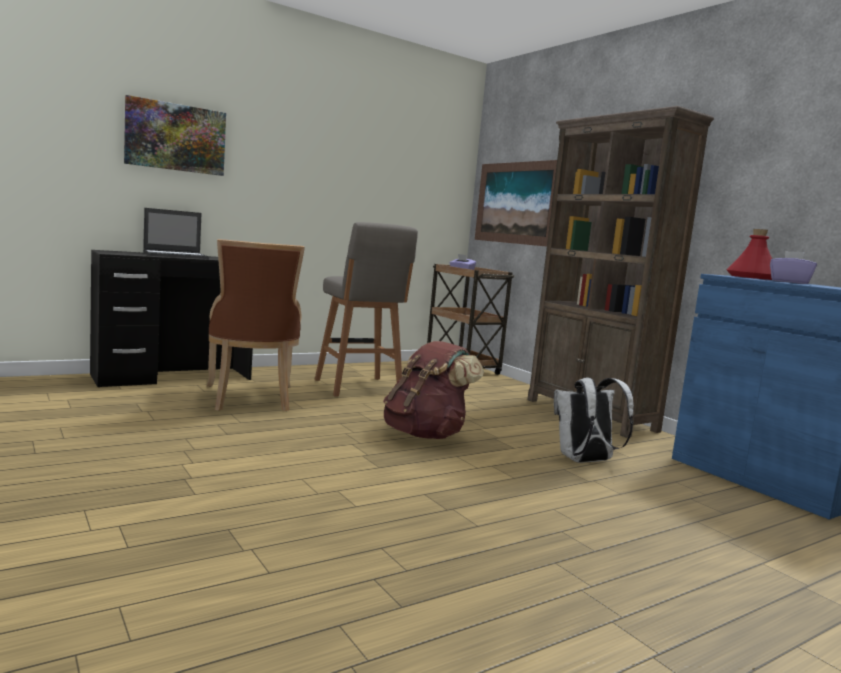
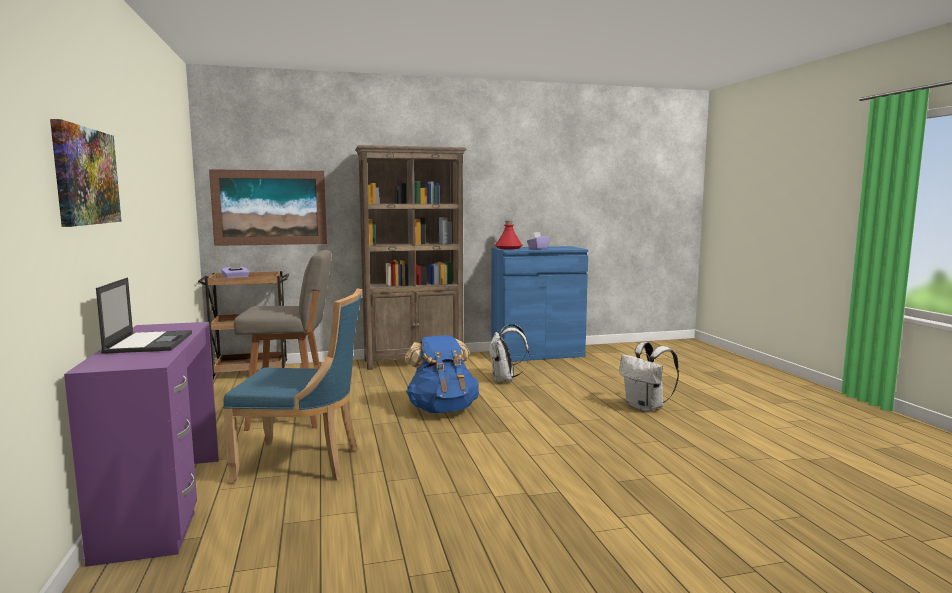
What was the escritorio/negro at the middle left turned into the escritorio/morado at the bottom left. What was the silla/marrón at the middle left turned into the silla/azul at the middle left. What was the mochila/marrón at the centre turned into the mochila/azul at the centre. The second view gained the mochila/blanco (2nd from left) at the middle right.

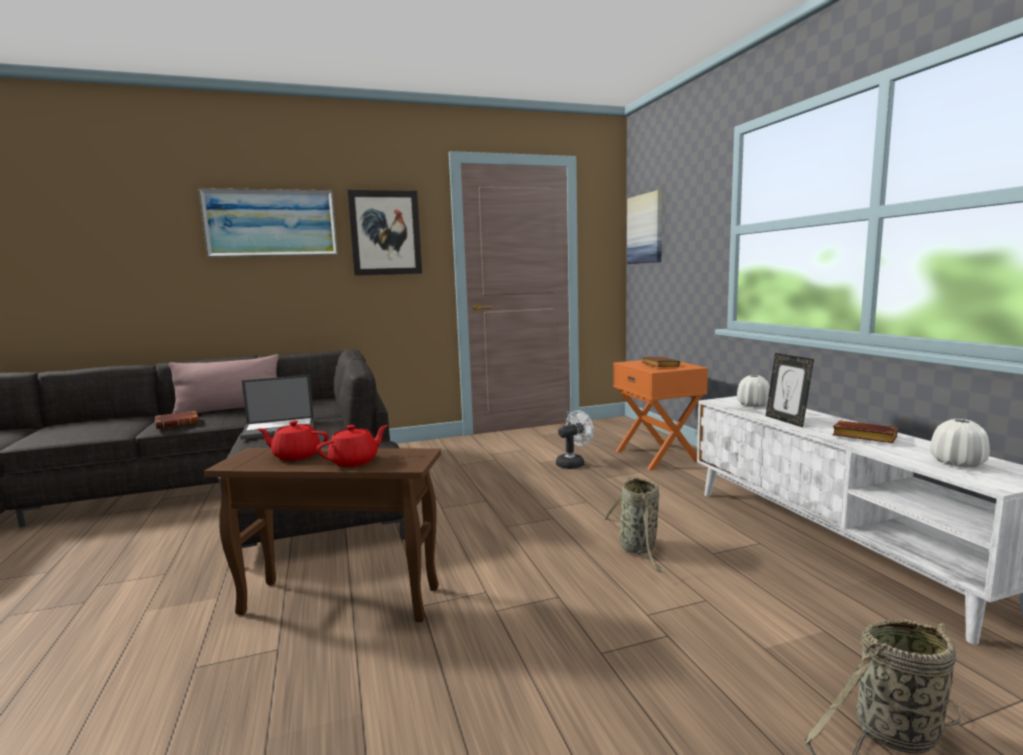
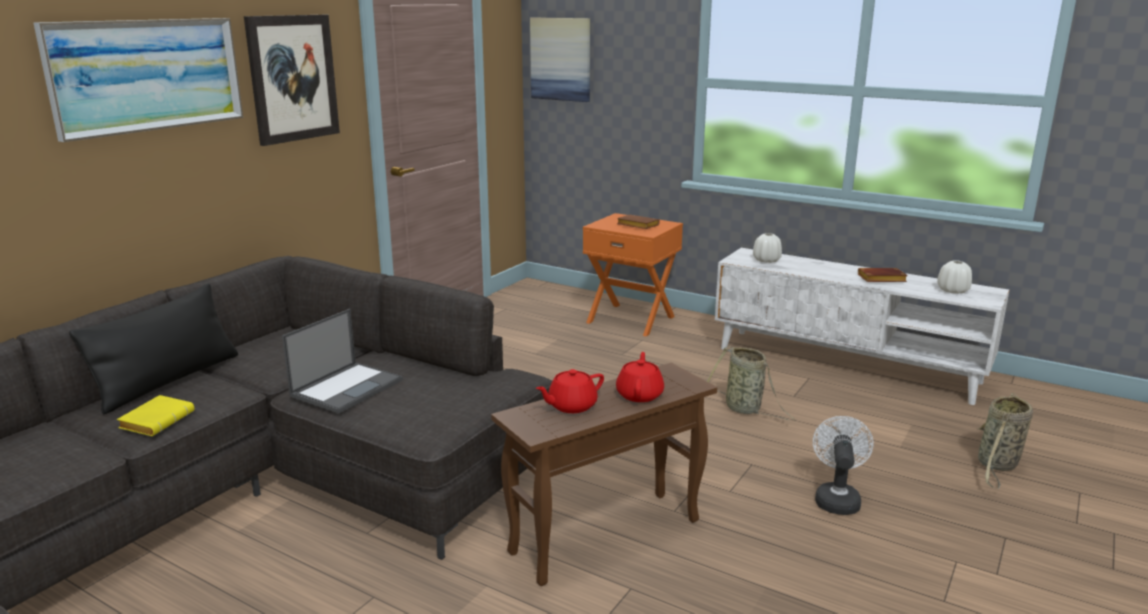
What was the cojín/rosa at the middle left turned into the cojín/negro at the middle left. What was the libro/marrón (1st from left) at the middle left turned into the libro/amarillo at the bottom left. The ventilador/blanco ended up elsewhere, having gone from the centre to the bottom right. The second view lost the portarretratos at the middle right.

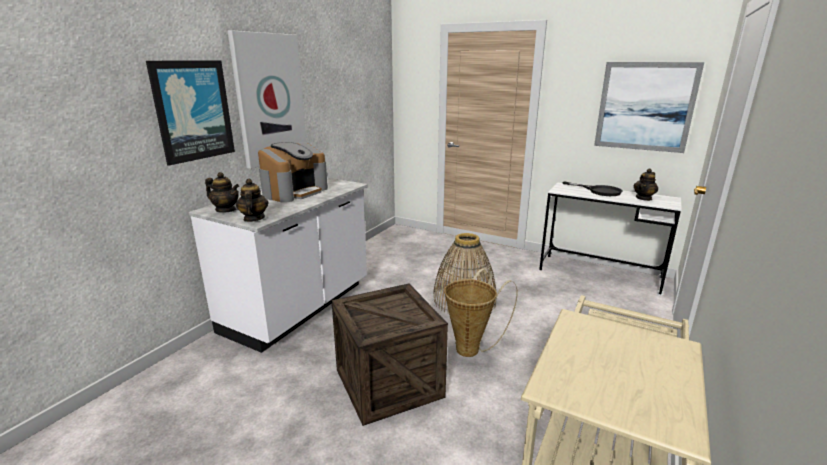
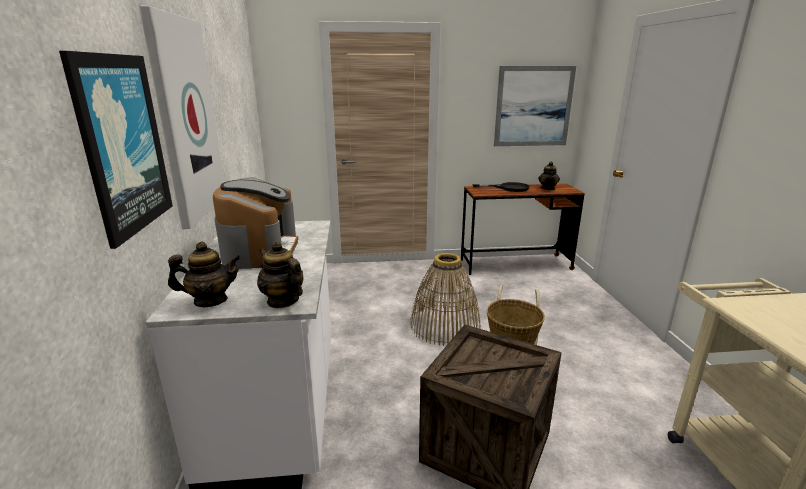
What was the escritorio/blanco at the middle right turned into the escritorio/marrón at the centre.

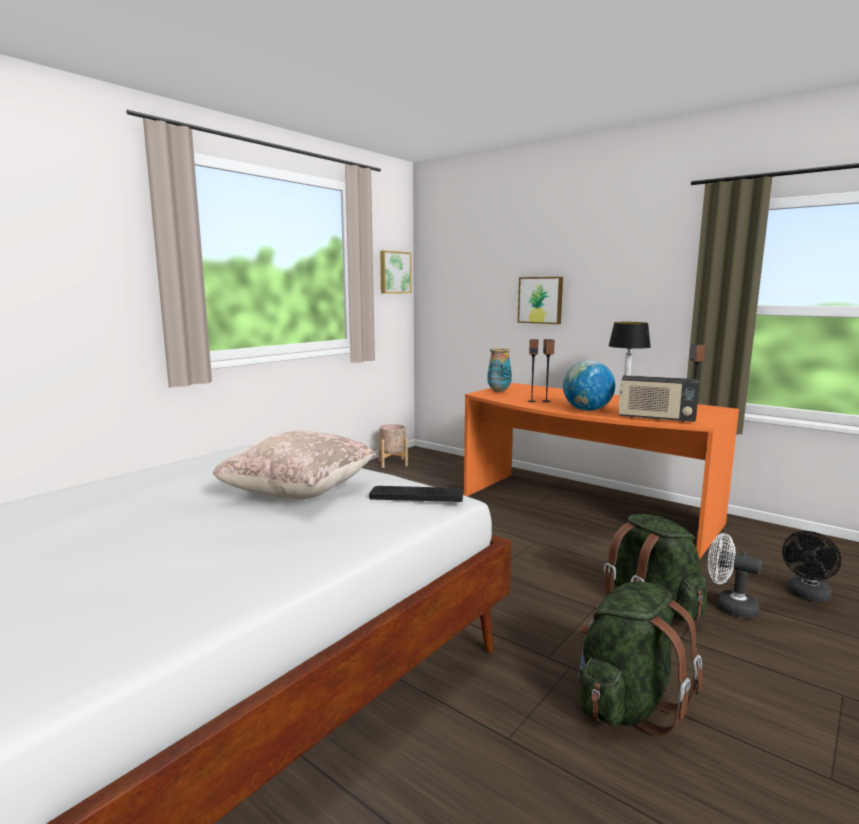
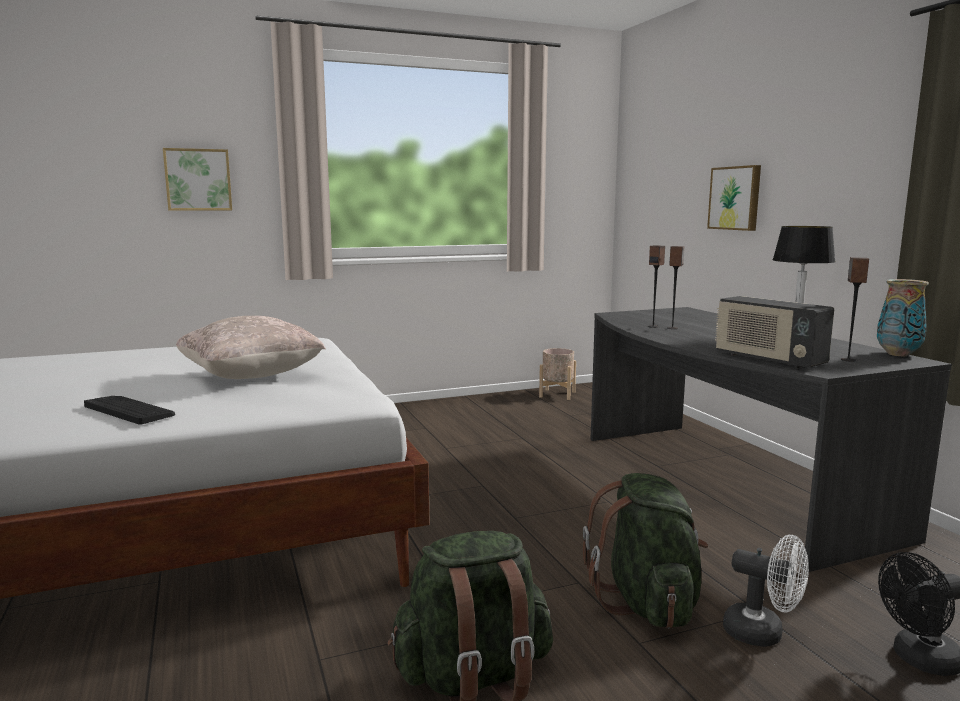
The teclado ended up elsewhere, having gone from the centre to the middle left. The cuadro (1st from left) ended up elsewhere, having gone from the top centre to the top left. What was the escritorio/naranja at the middle right turned into the escritorio/gris at the middle right. The ventilador/blanco at the bottom right ended up facing another way, 150 degrees clockwise from before. The florero ended up elsewhere, having gone from the centre to the middle right. The second view lost the globo terráqueo at the middle right.

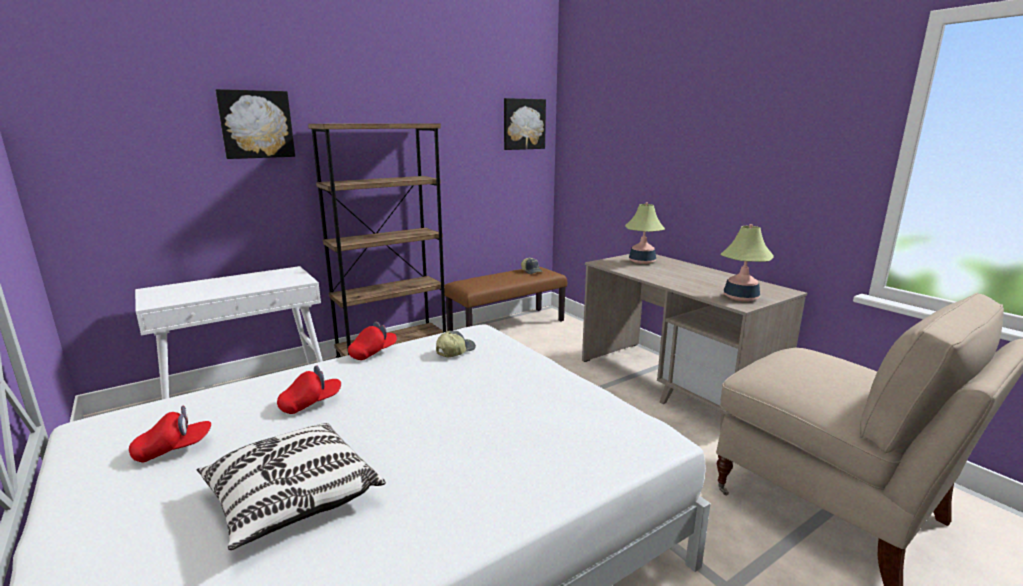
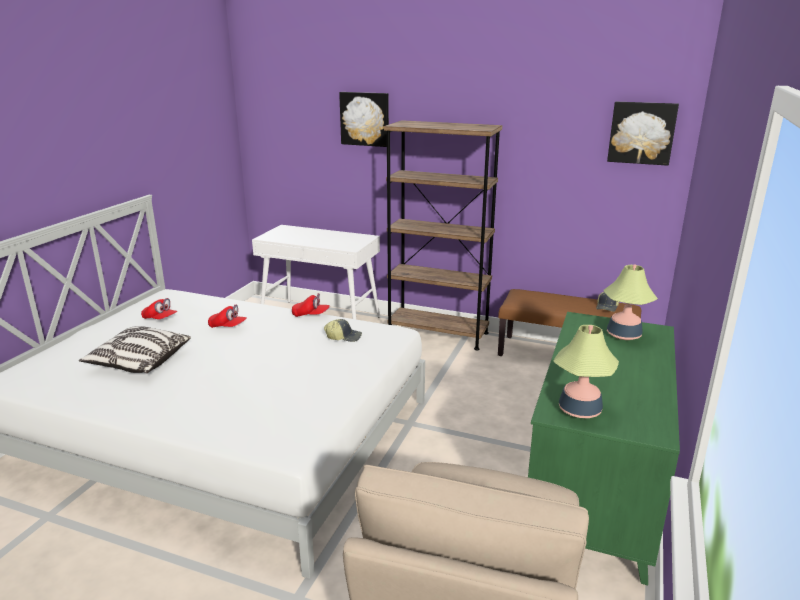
What was the escritorio/beis at the middle right turned into the escritorio/verde at the bottom right.

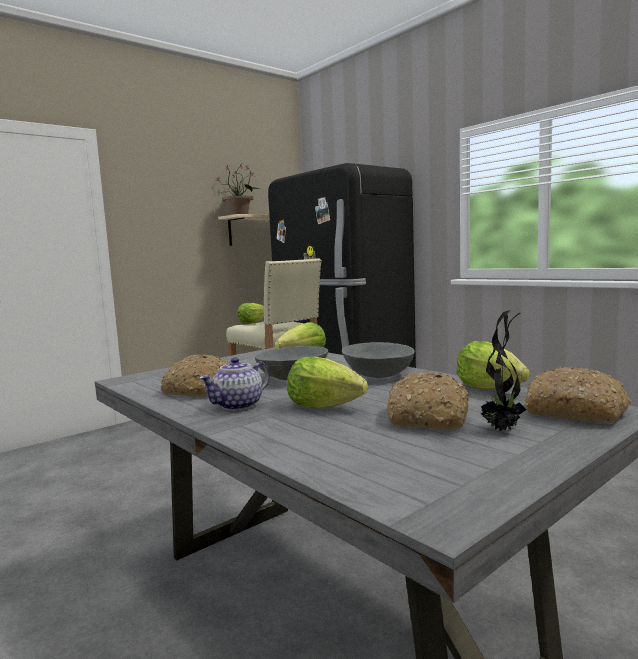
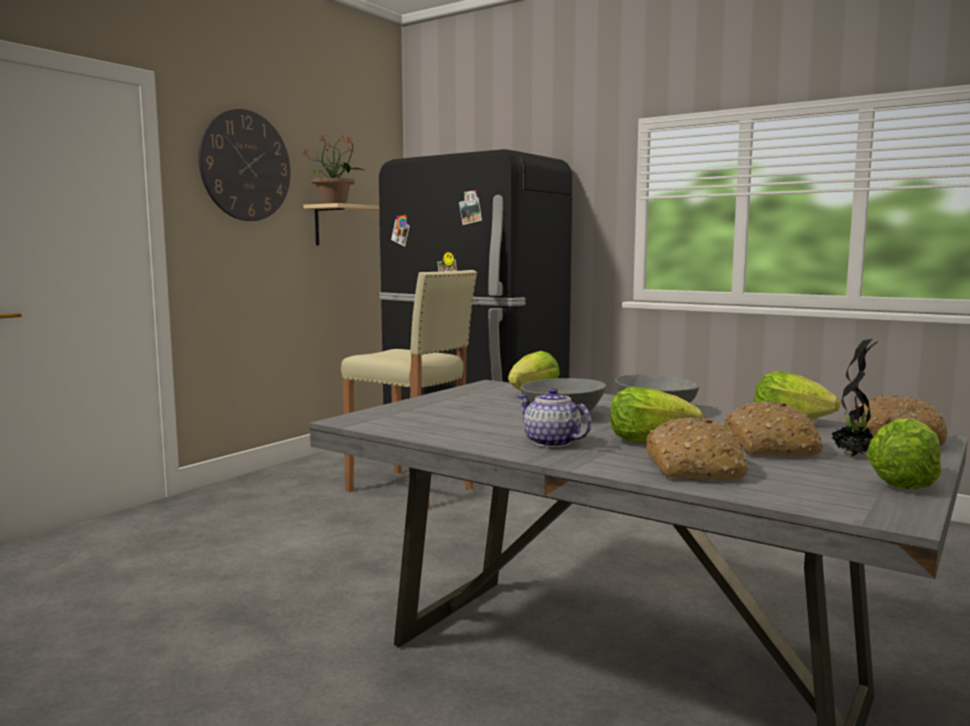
The second view gained the reloj de pared at the top left. The tetera at the centre ended up facing another way, 105 degrees clockwise from before. The pan (1st from left) ended up elsewhere, having gone from the middle left to the middle right. The lechuga (1st from left in the first image) ended up elsewhere, having gone from the centre to the middle right.

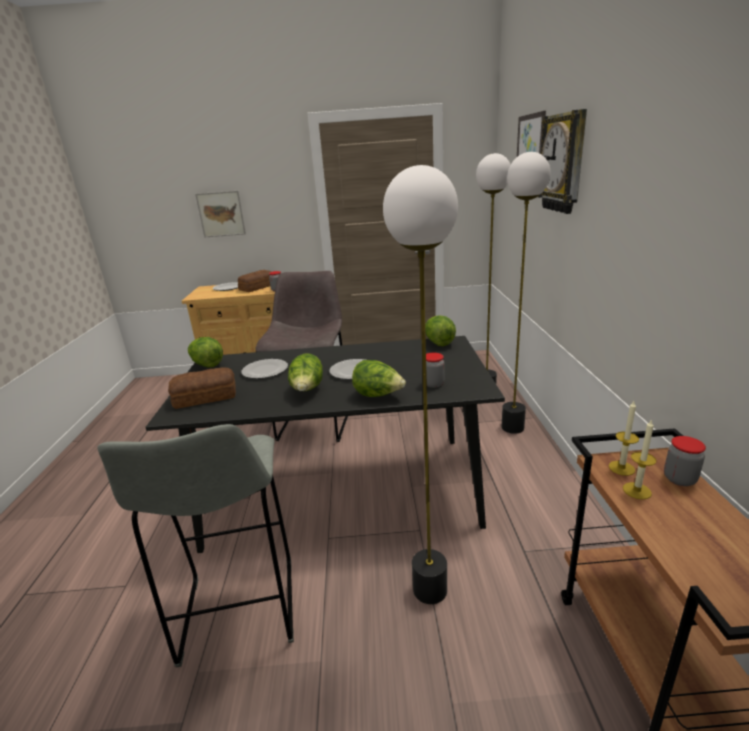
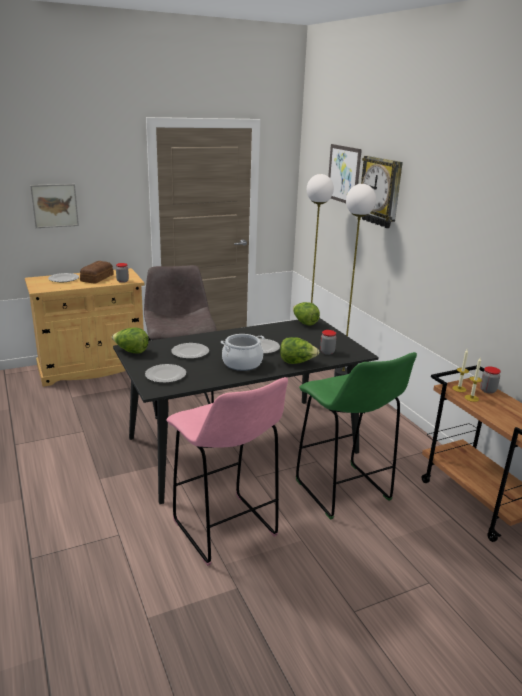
Where the pan (1st from left) stood at the middle left, the plato (2nd from left) came to stand at the middle left. What was the taburete/gris (1st from left) at the bottom left turned into the taburete/rosa at the bottom centre. Where the lechuga (2nd from left) stood at the centre, the olla came to stand at the centre. Where the lámpara de pie (1st from left) stood at the centre, the taburete/verde came to stand at the middle right.

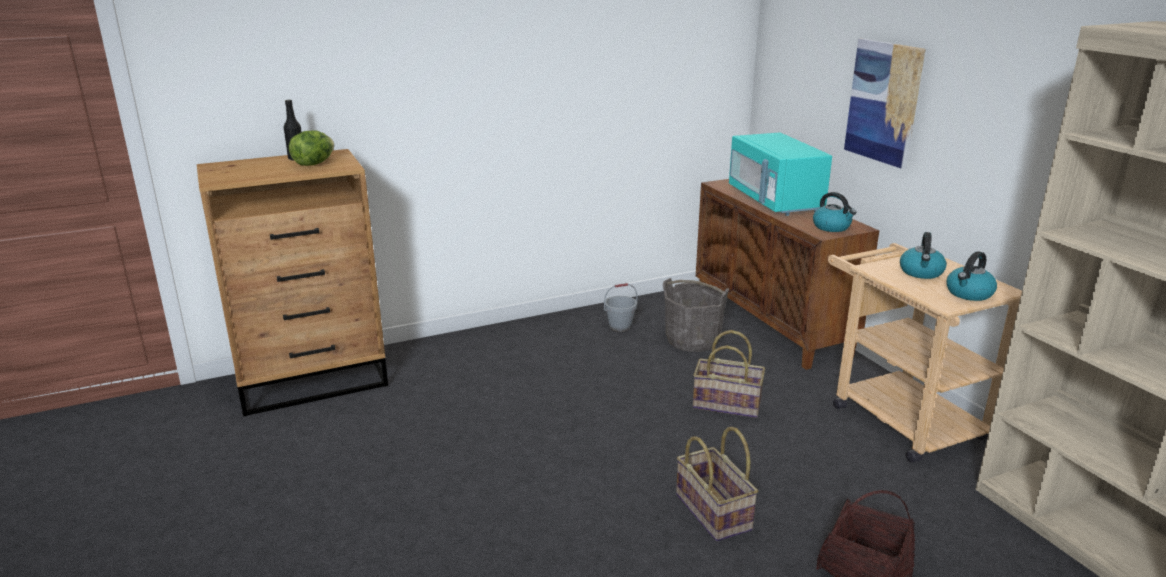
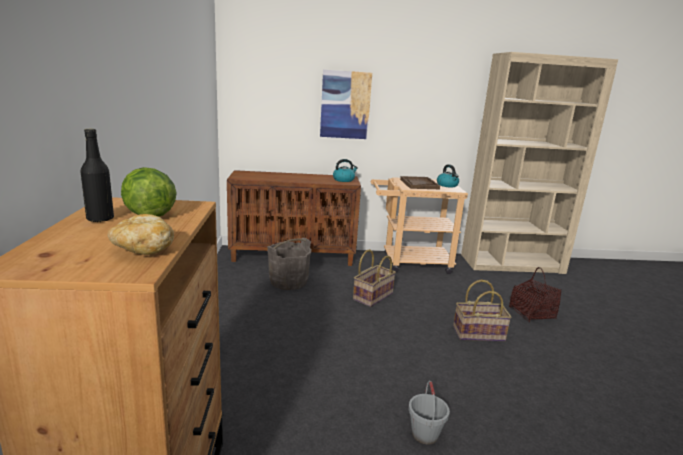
The second view gained the pan at the middle left. Where the hervidor (2nd from left) stood at the middle right, the bandeja/marrón came to stand at the centre. The cubo/gris (1st from left in the first image) ended up elsewhere, having gone from the centre to the bottom centre. The second view lost the microondas/turquesa at the top right.

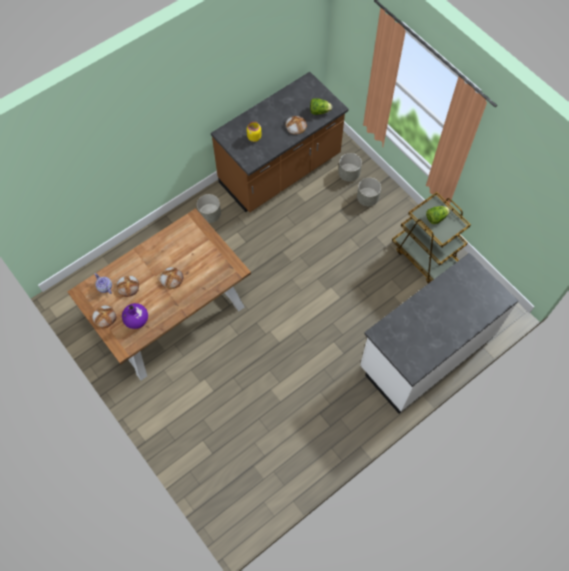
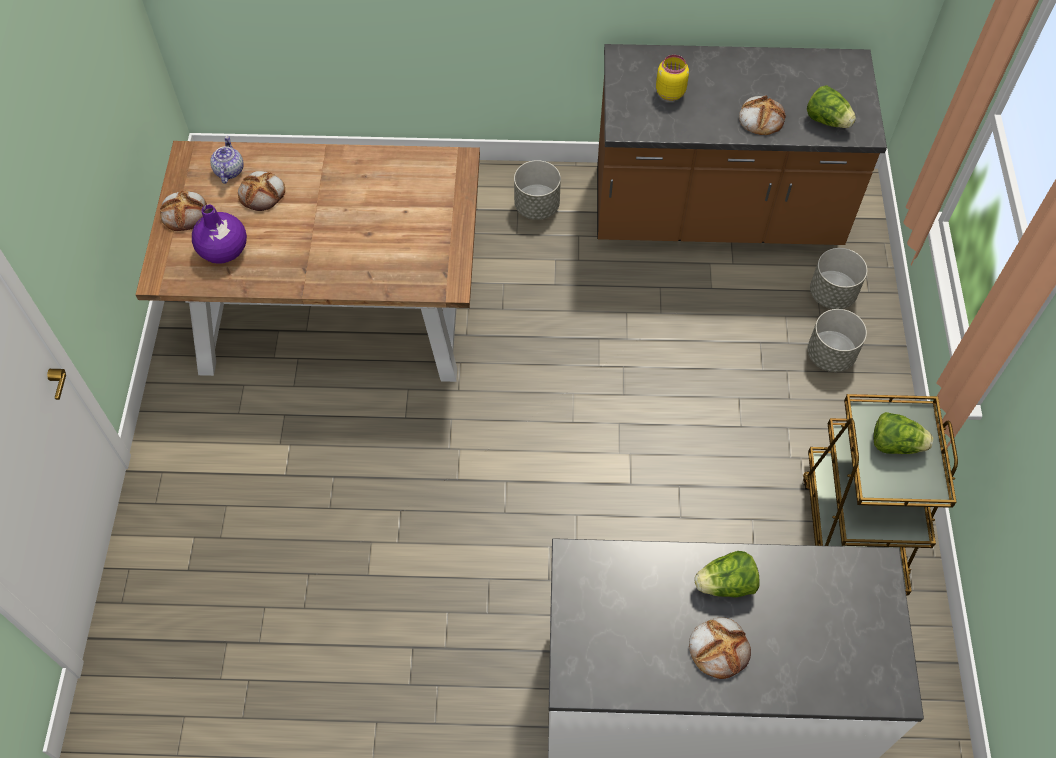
The pan (3rd from left) ended up elsewhere, having gone from the middle left to the bottom right. The second view gained the lechuga (1st from left) at the bottom right.

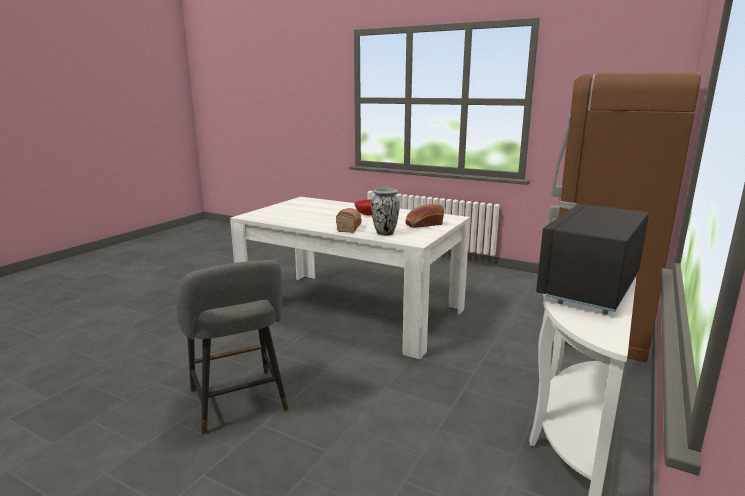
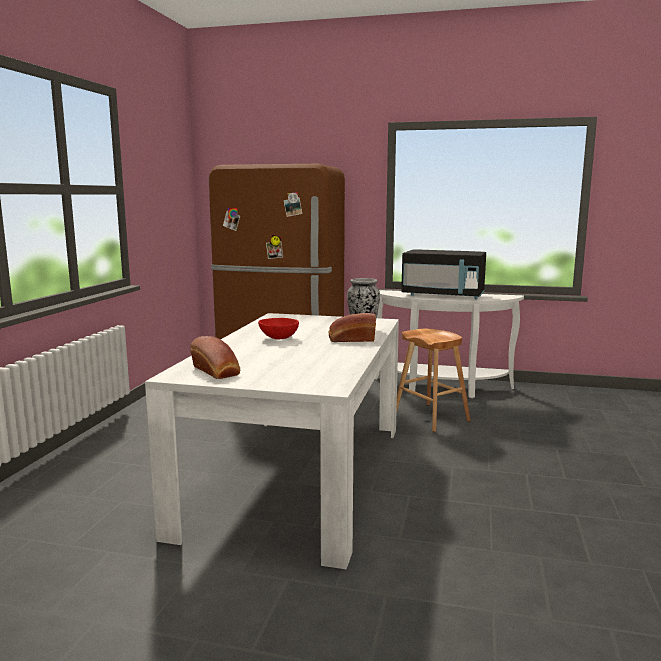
The pan (2nd from left in the first image) ended up elsewhere, having gone from the centre to the middle left. The second view gained the taburete/marrón at the centre. The second view lost the taburete/gris at the bottom left.

